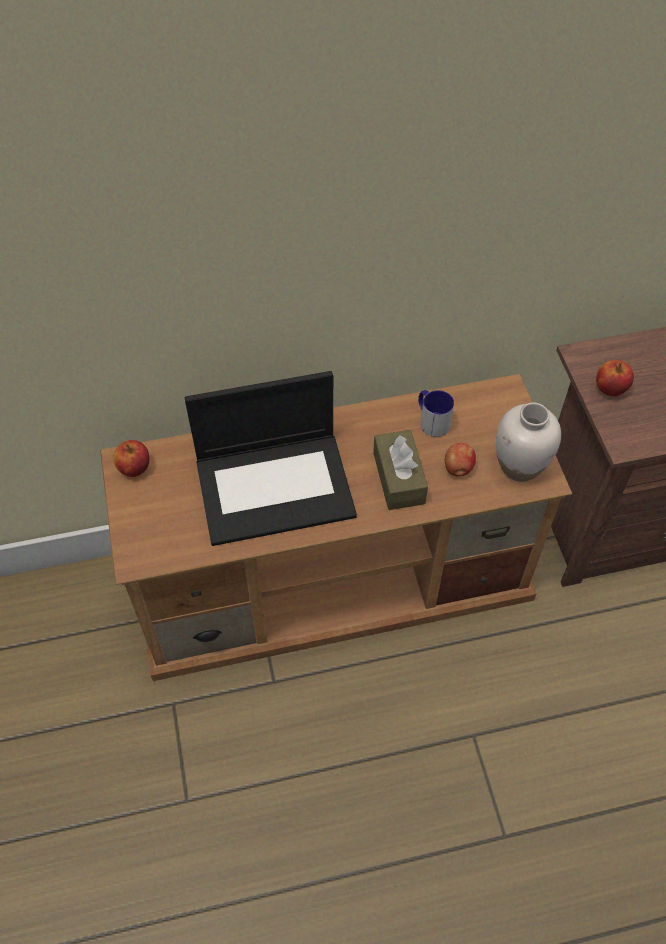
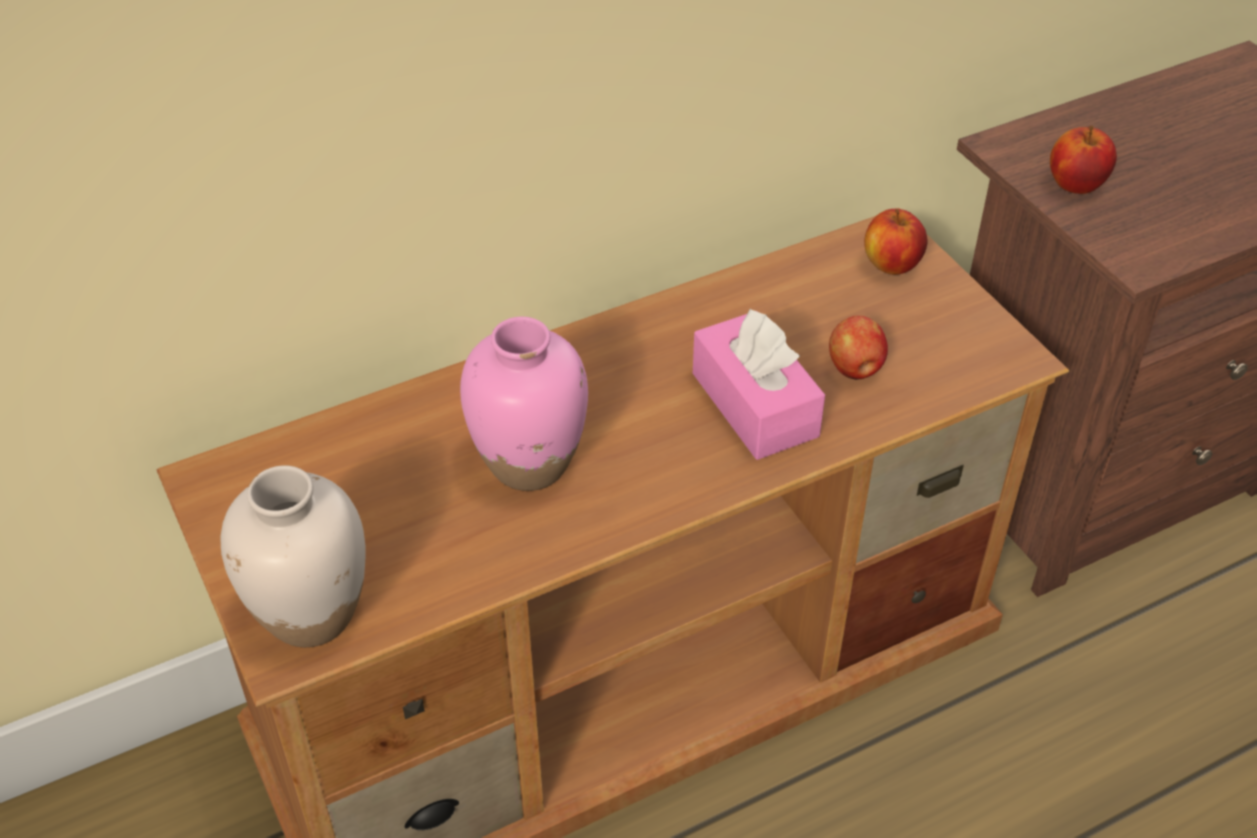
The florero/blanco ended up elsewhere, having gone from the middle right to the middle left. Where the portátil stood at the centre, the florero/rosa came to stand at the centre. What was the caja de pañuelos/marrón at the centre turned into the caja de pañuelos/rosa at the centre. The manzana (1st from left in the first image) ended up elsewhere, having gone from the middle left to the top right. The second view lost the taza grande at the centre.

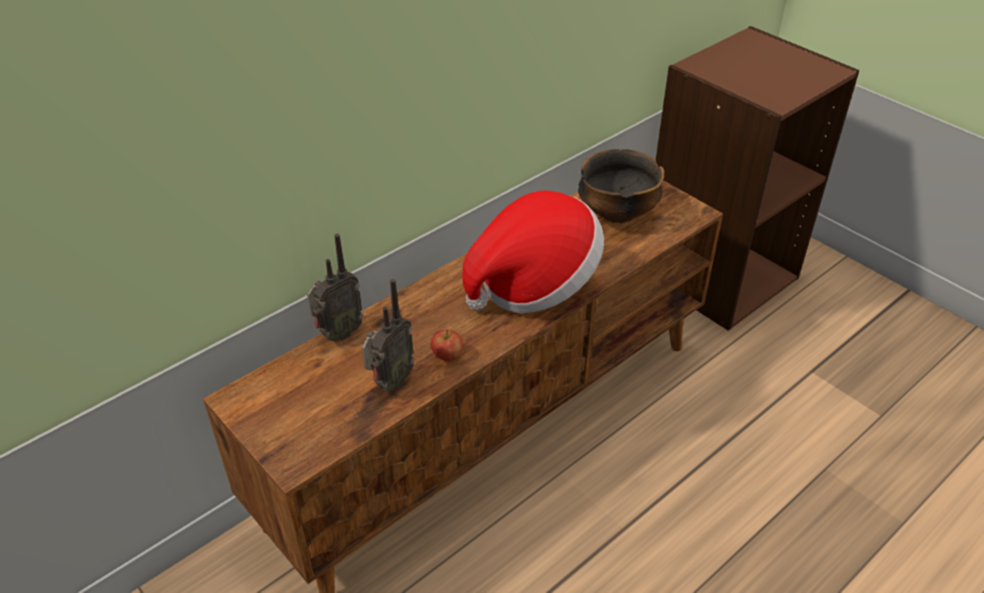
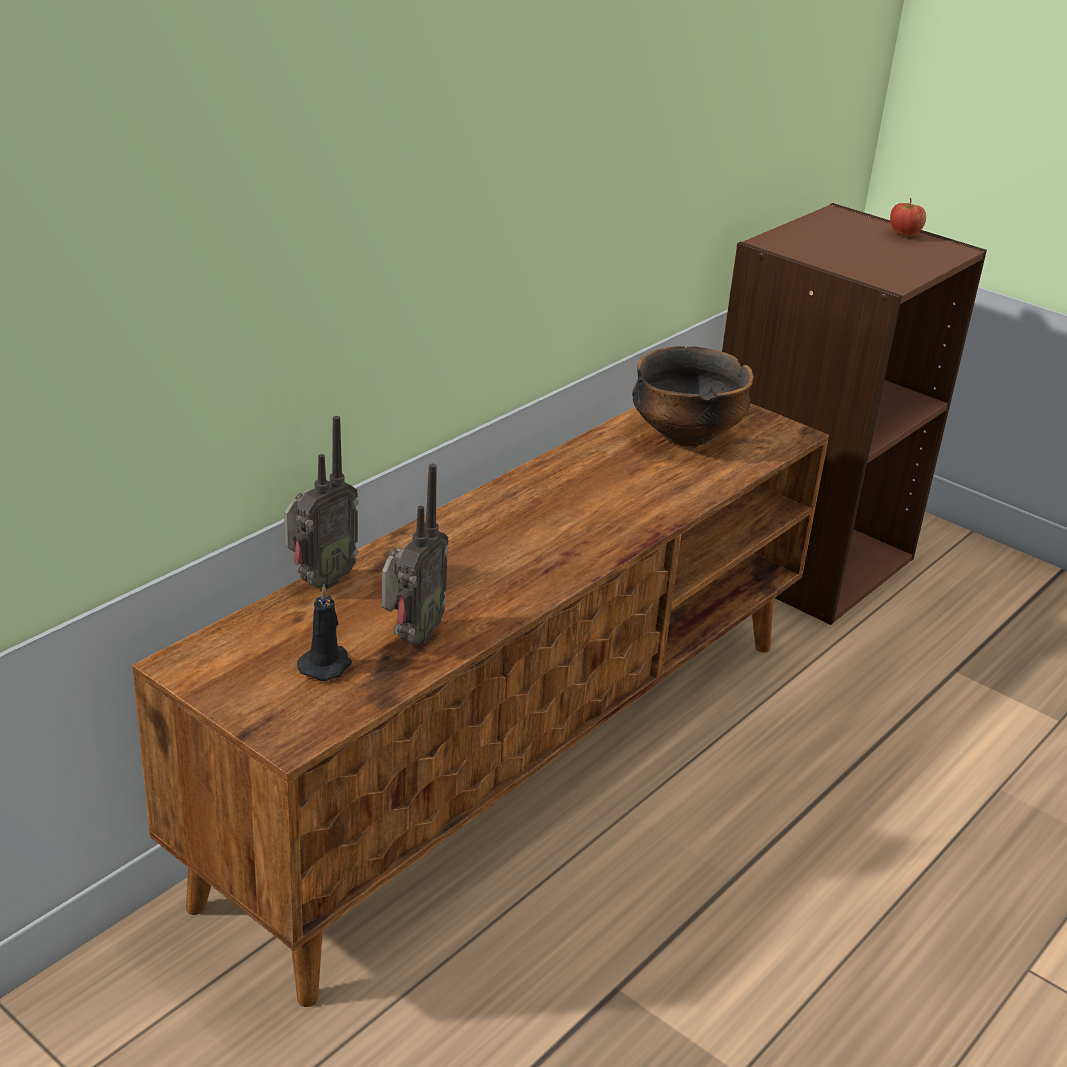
The second view gained the vela/negro at the middle left. The manzana ended up elsewhere, having gone from the centre to the top right. The second view lost the sombrero at the centre.

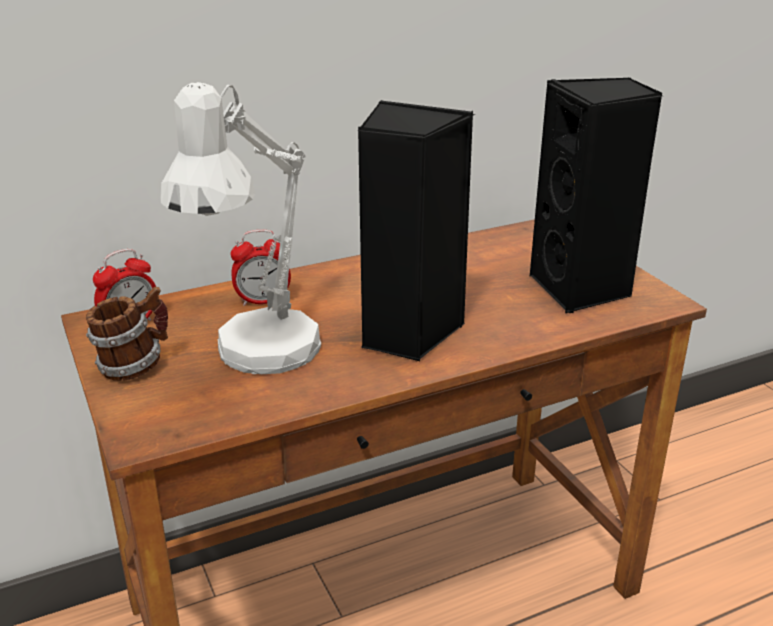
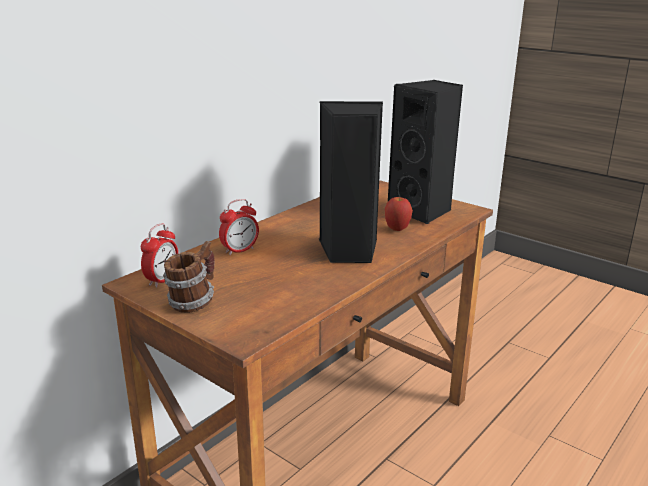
The second view gained the manzana at the centre. The second view lost the lámpara de mesa/blanco at the middle left.

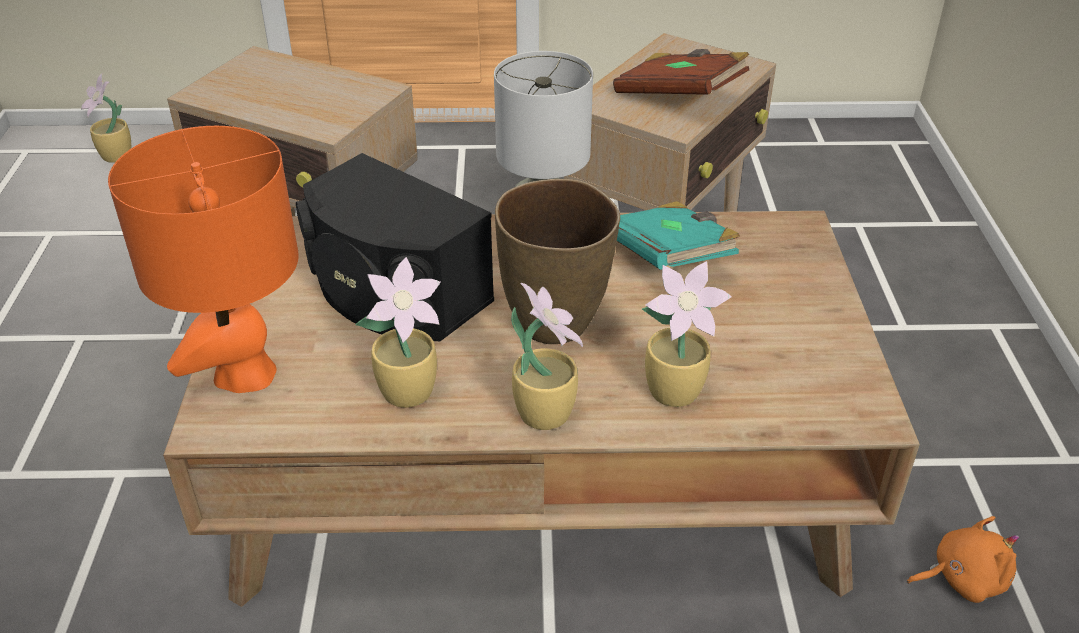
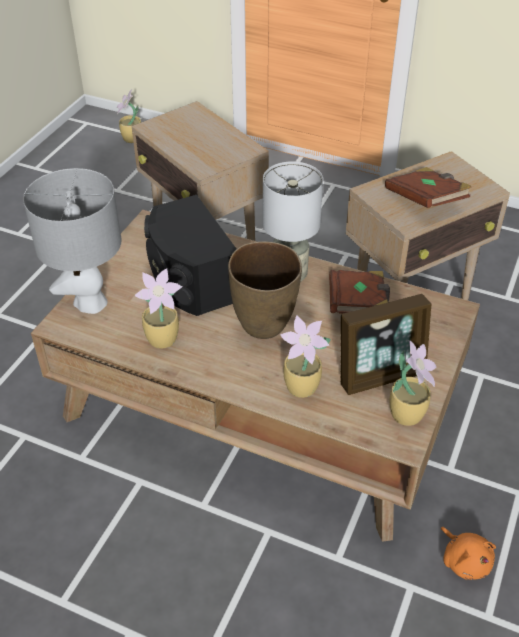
What was the lámpara de mesa/naranja at the middle left turned into the lámpara de mesa/gris (1st from left) at the middle left. What was the libro/turquesa at the centre turned into the libro/marrón (1st from left) at the middle right. The second view gained the portarretratos at the middle right. The planta en maceta (3rd from left in the first image) ended up elsewhere, having gone from the centre to the middle right. The peluche/naranja at the bottom right ended up facing another way, 45 degrees clockwise from before.

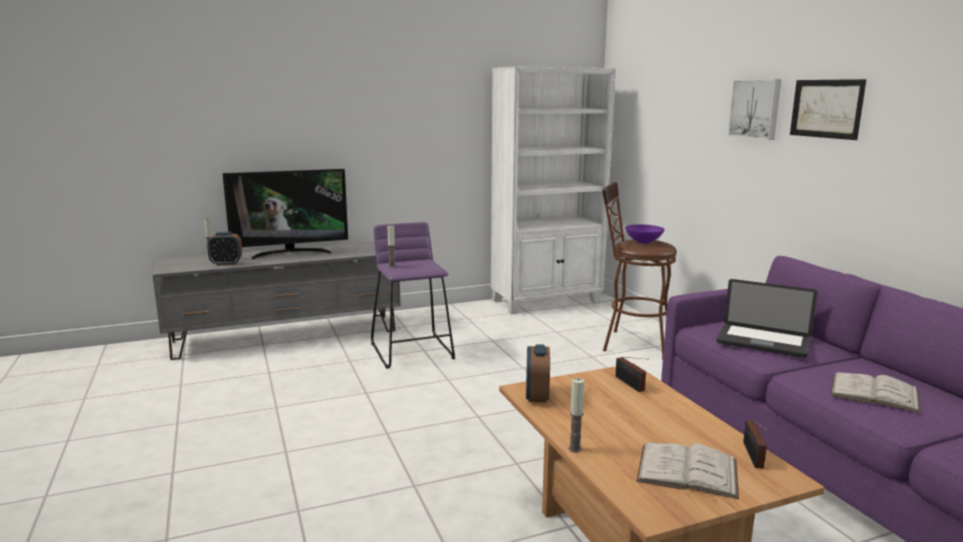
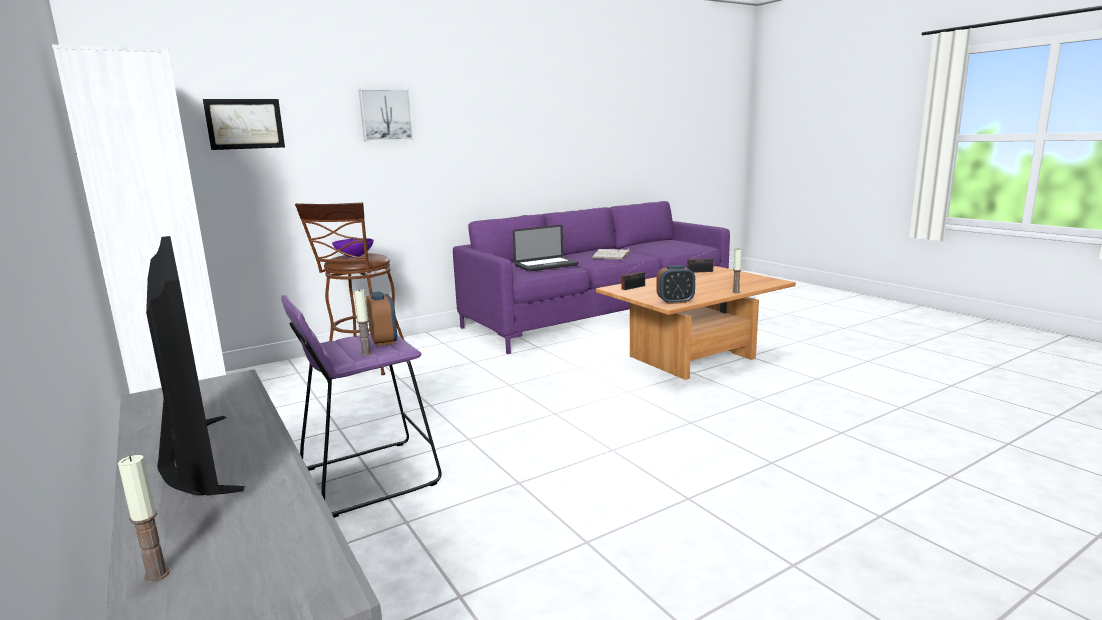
The cuadro (2nd from left in the first image) ended up elsewhere, having gone from the top right to the top left. The despertador (1st from left) ended up elsewhere, having gone from the middle left to the centre. The portátil at the middle right ended up facing another way, 45 degrees clockwise from before. The second view lost the libro/blanco (1st from left) at the bottom right.

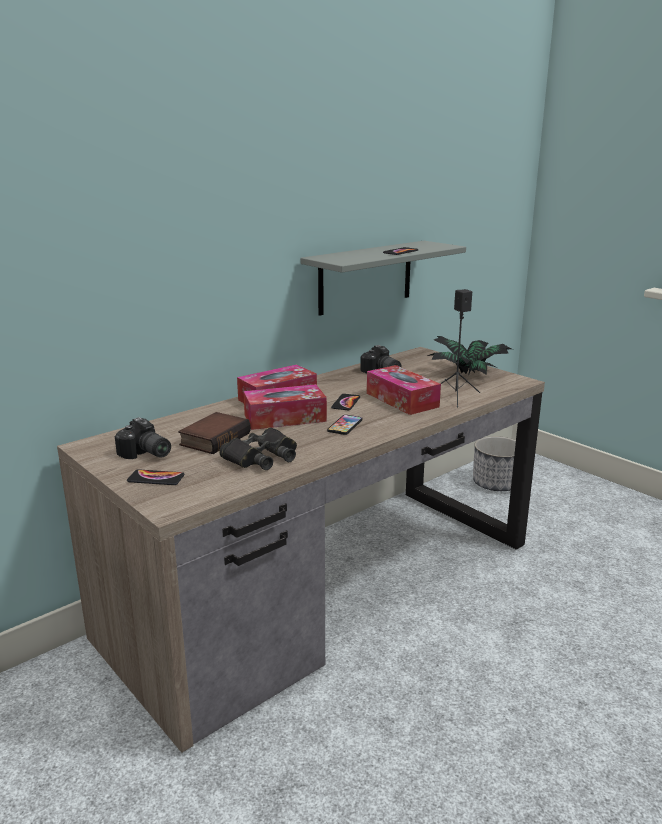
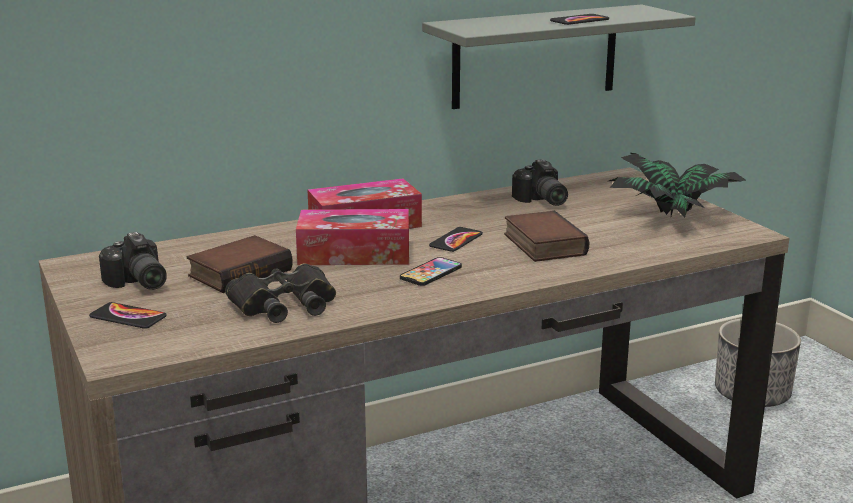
Where the caja de pañuelos (3rd from left) stood at the centre, the libro (2nd from left) came to stand at the centre. The second view lost the altavoz/negro at the middle right.

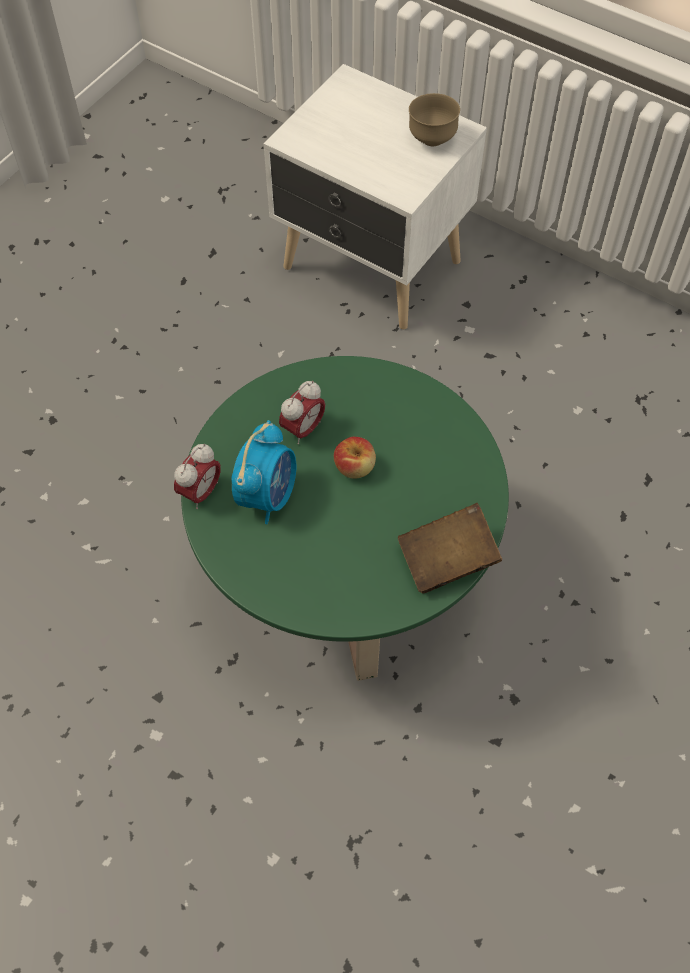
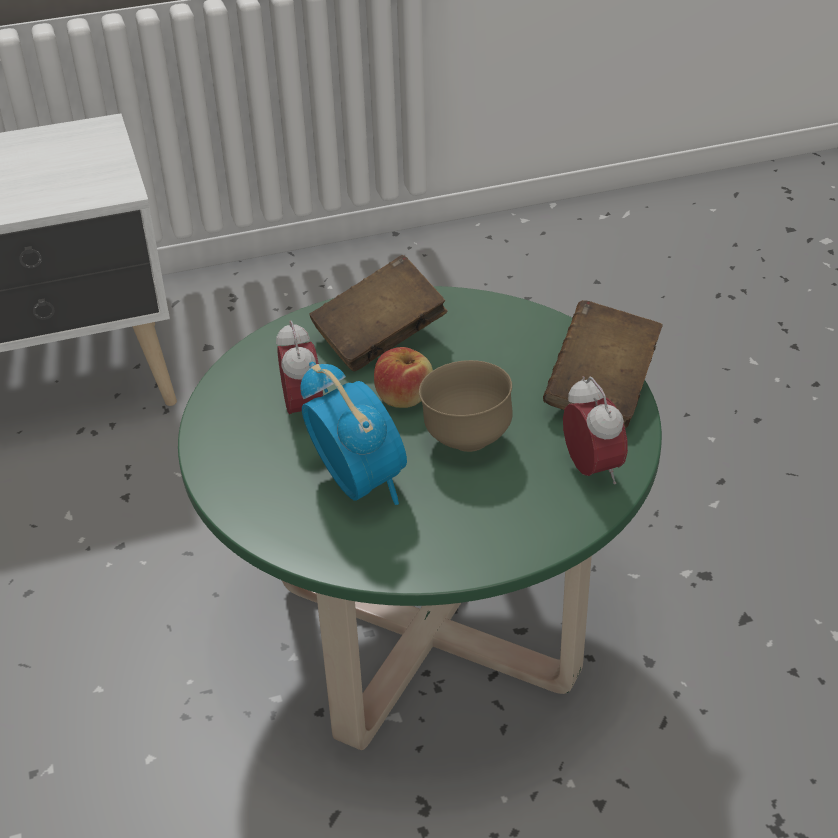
The second view gained the libro/marrón (1st from left) at the centre. The cuenco/marrón ended up elsewhere, having gone from the top centre to the centre. The despertador (1st from left in the first image) ended up elsewhere, having gone from the middle left to the middle right.

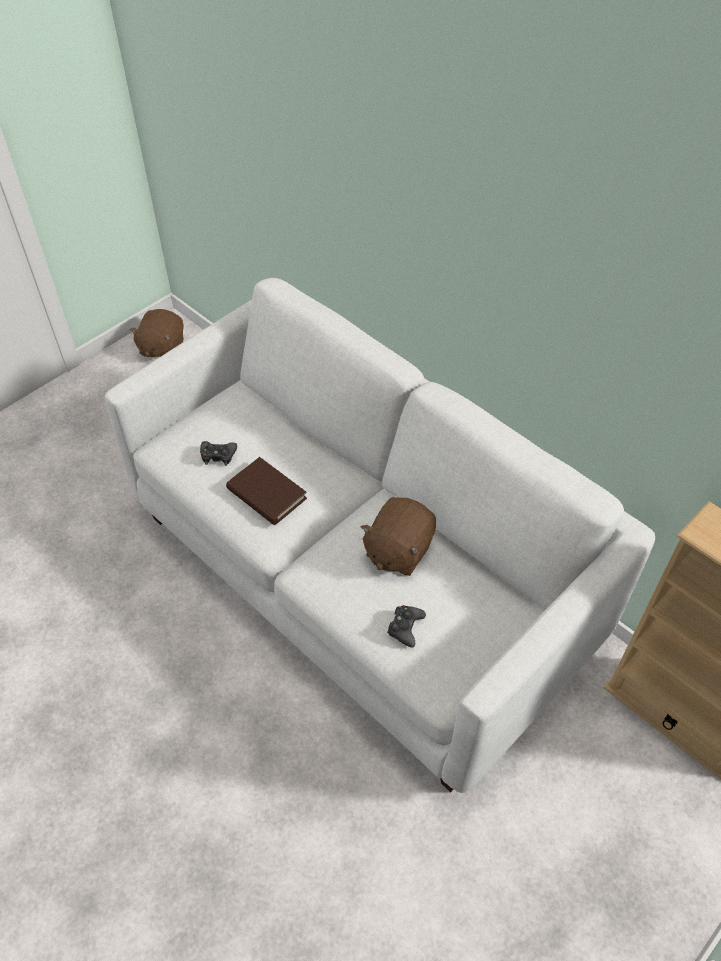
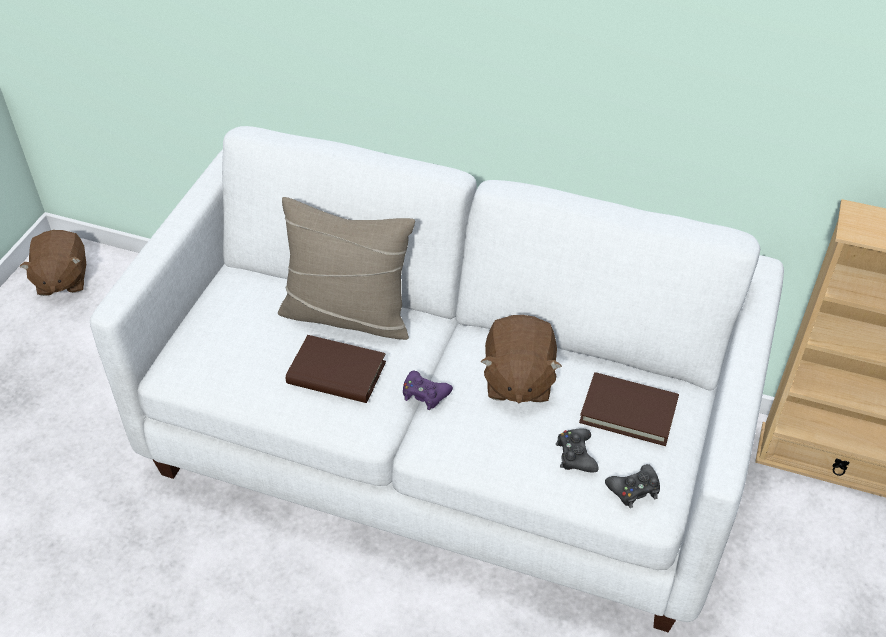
The second view gained the cojín/beis at the centre. The second view gained the mando de consola/morado at the centre. The second view gained the libro/marrón (2nd from left) at the middle right. The mando de consola/negro (1st from left in the first image) ended up elsewhere, having gone from the middle left to the bottom right.

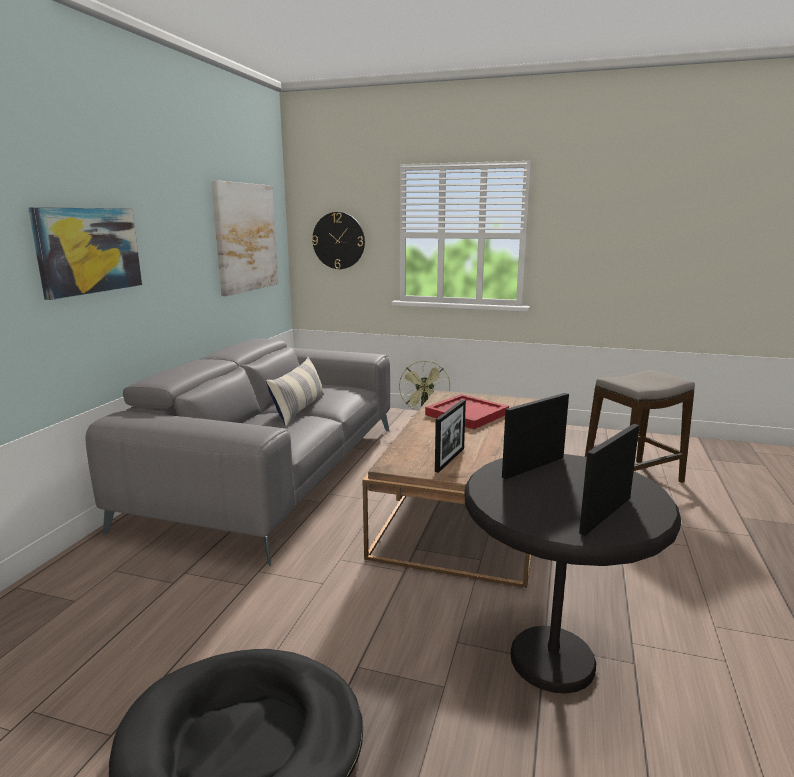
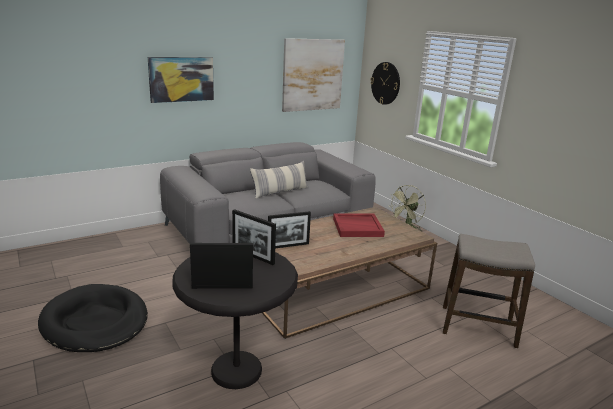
The portarretratos (2nd from left) at the middle right ended up facing another way, 150 degrees counterclockwise from before.

